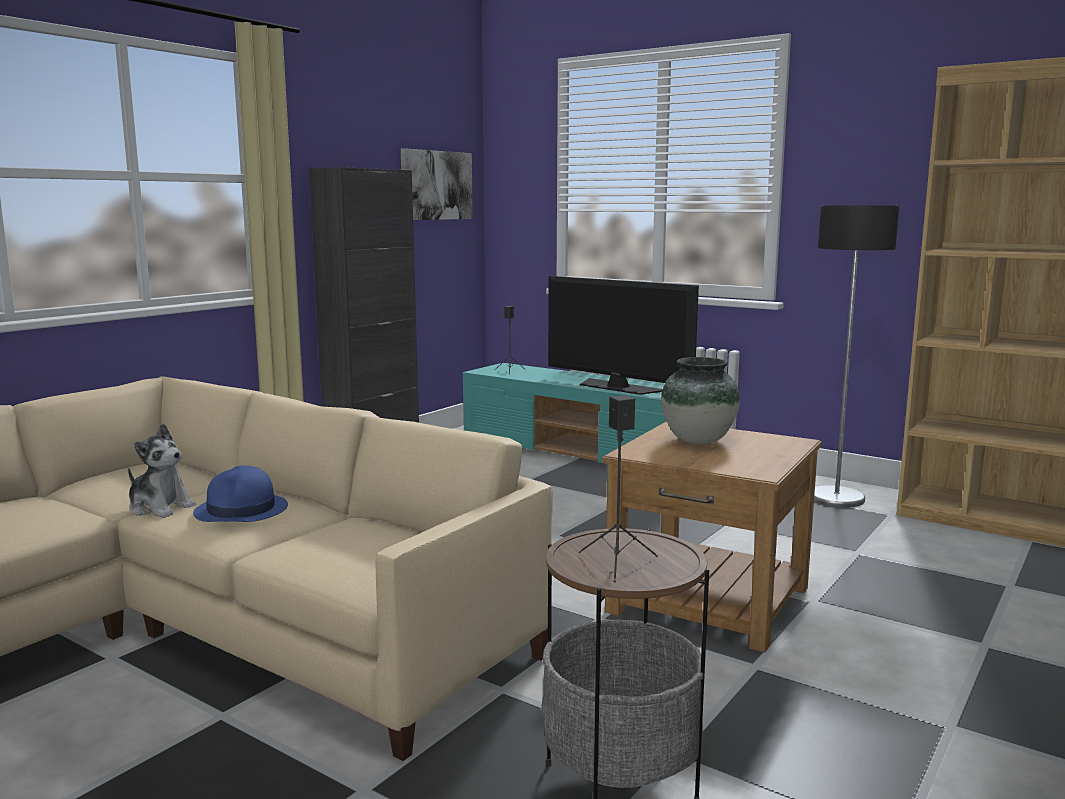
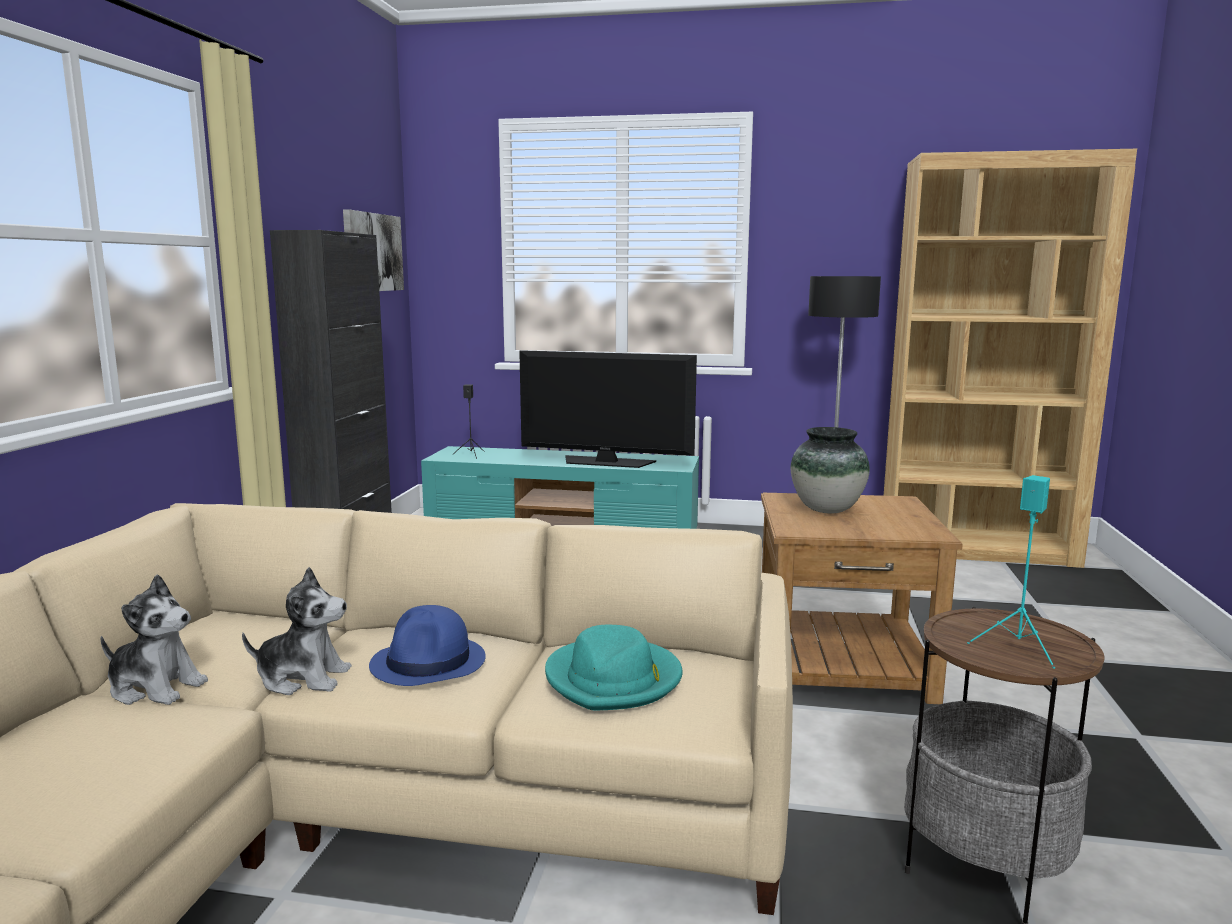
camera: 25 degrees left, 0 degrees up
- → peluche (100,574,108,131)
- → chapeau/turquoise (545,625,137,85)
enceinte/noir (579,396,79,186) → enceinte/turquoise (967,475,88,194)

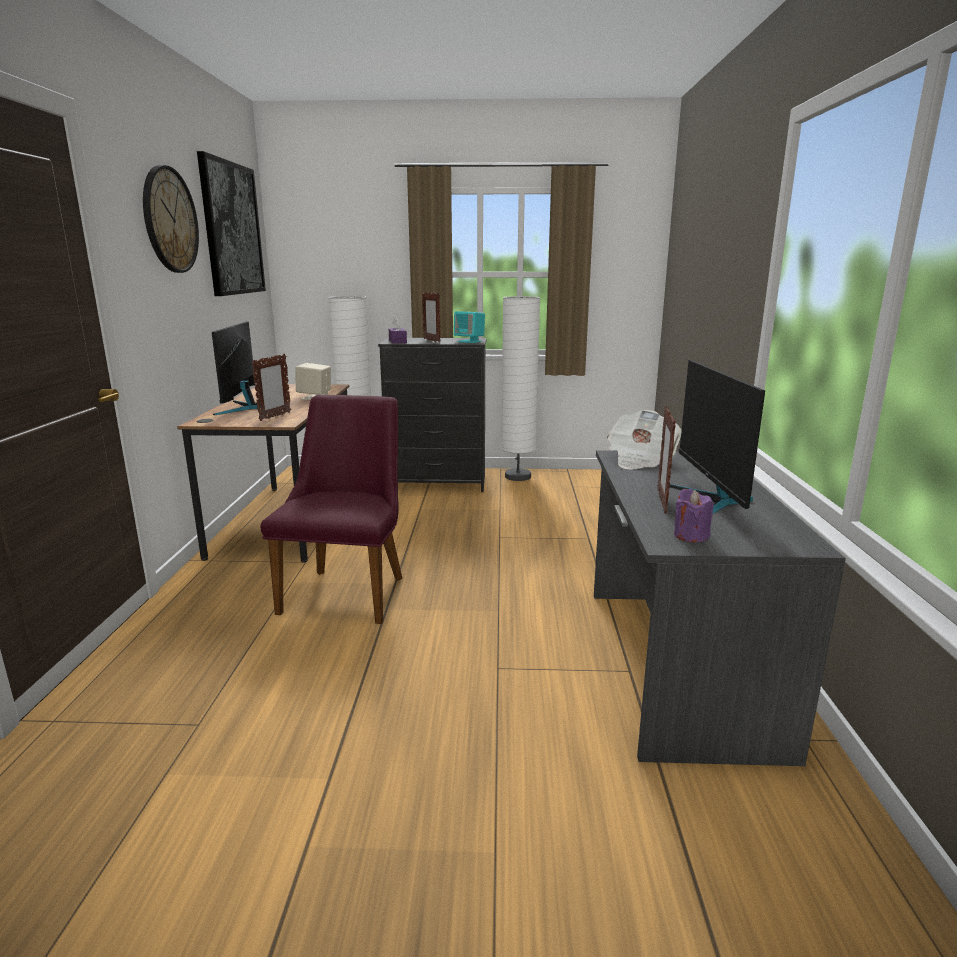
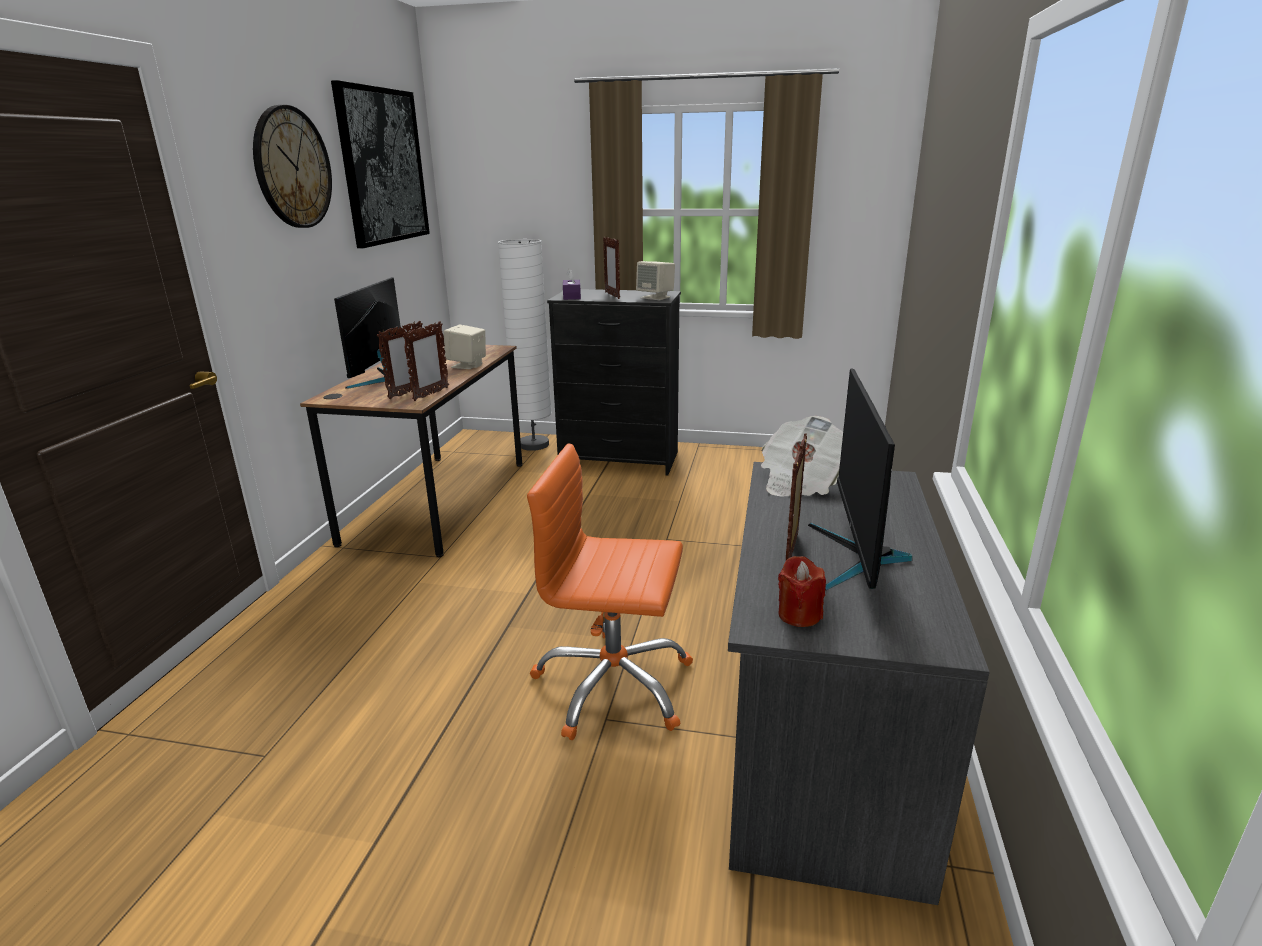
camera: 10 degrees right, 5 degrees up
- → cadre photo (403,321,46,80)
- → chaise de bureau/orange (527,444,166,296)
enceinte/turquoise (454,311,31,32) → enceinte/beige (636,261,39,39)
bougie/violet (674,489,39,54) → bougie/rouge (778,556,48,71)
chaise/violet (260,395,142,229) → -
lampadaire/blanc (501,296,39,185) → -

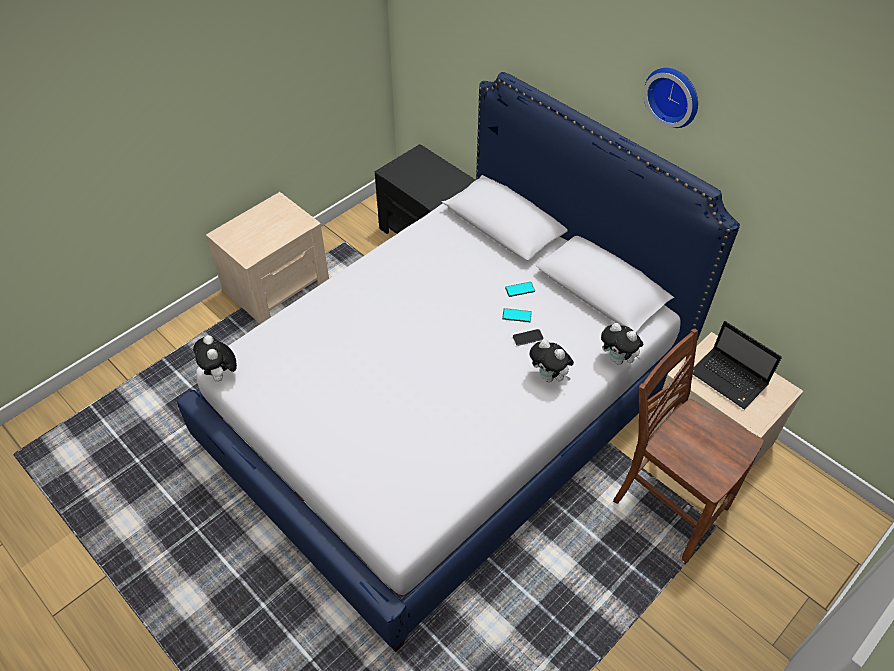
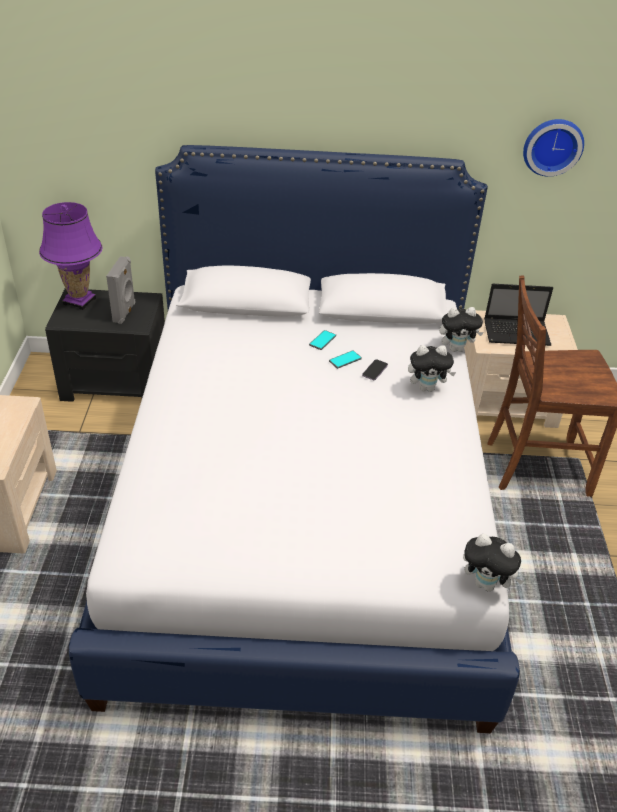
camera: 45 degrees left, 10 degrees down
- → lampe de table/violet (39,202,63,108)
- → enceinte/gris (106,256,30,68)
peluche (193,335,44,47) → peluche (463,534,61,58), shifted
horloge murale (643,68,55,60) → horloge murale (523,119,61,58), shifted

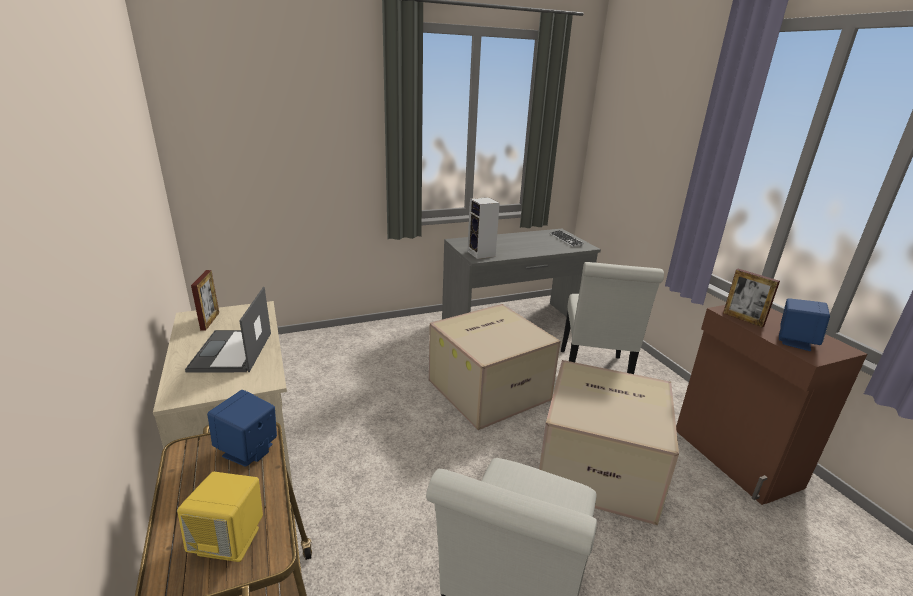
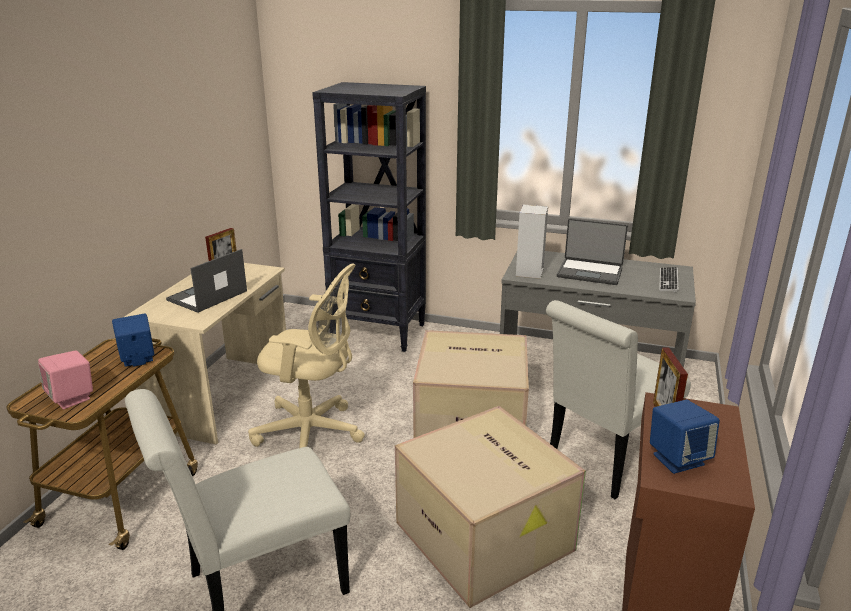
camera: 40 degrees right, 0 degrees up
enceinte/jaune (177,472,86,90) → enceinte/rose (38,350,55,59)
- → chaise de bureau/beige (248,263,117,185)
- → bibliothèque/noir (312,82,114,270)
- → ordinateur portable (557,218,71,67)

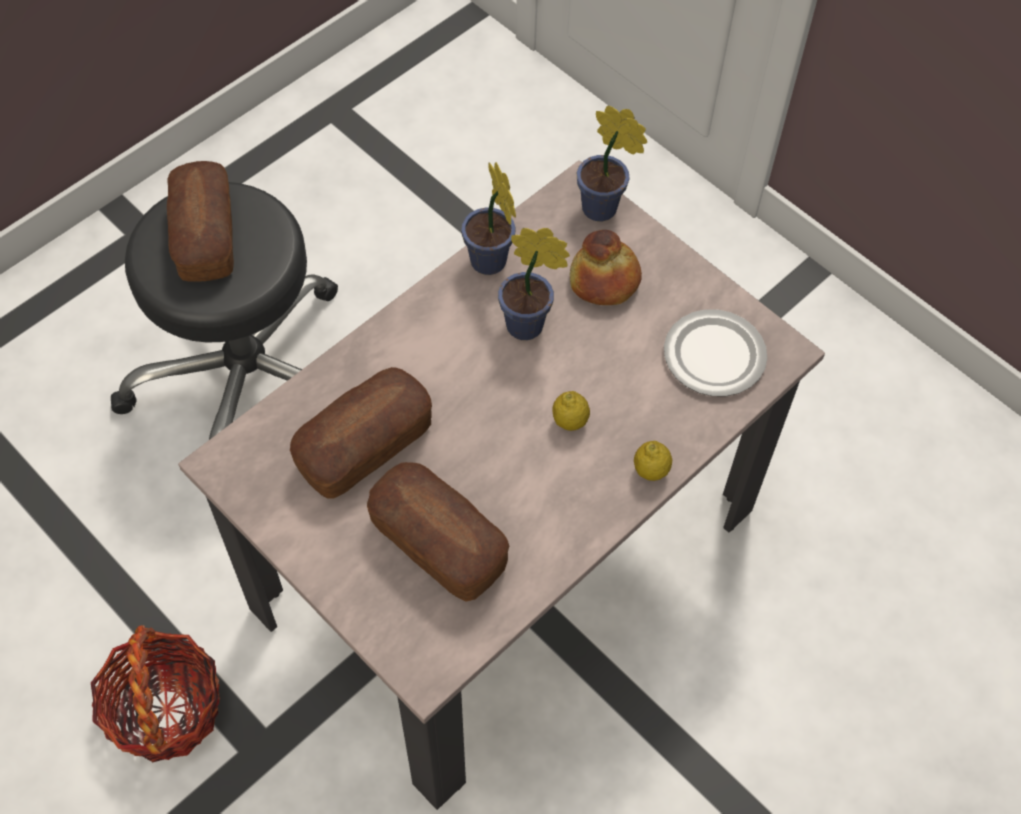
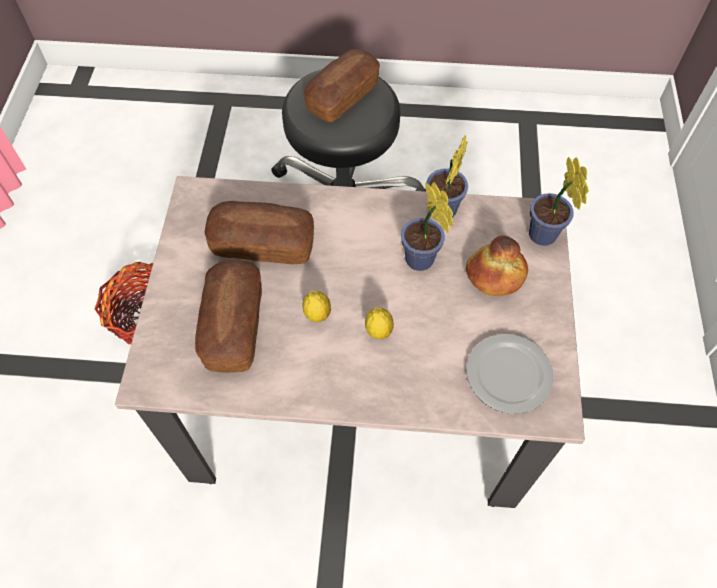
camera: 50 degrees right, 0 degrees up
citron (634,441,38,40) → citron (303,290,28,32), shifted

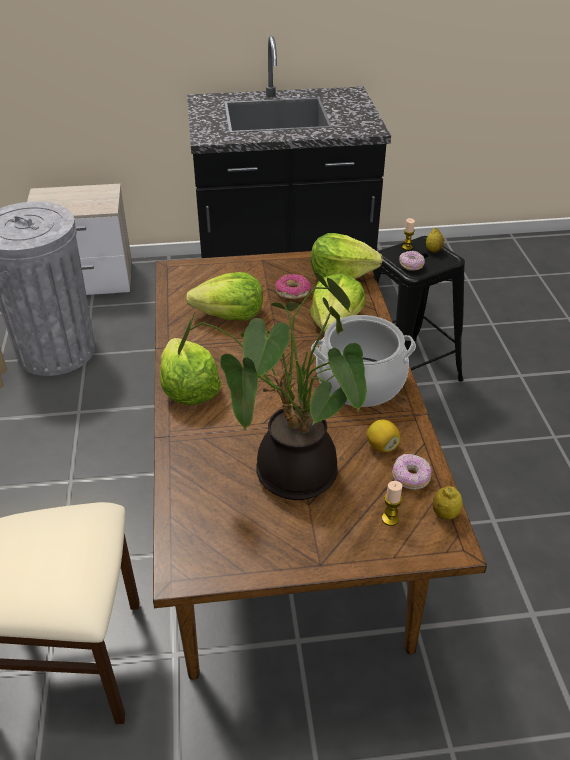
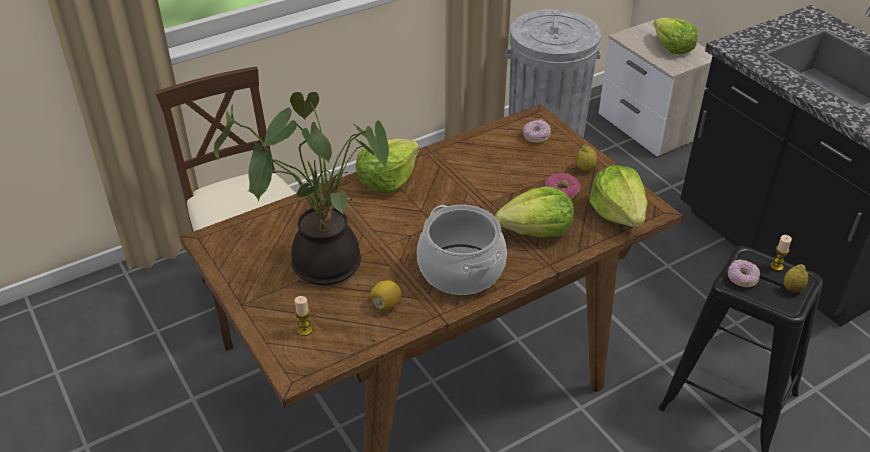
camera: 65 degrees right, 0 degrees up
beignet (392,454,39,36) → beignet (523,120,28,23), shifted
citron (433,486,30,34) → citron (576,144,21,27), shifted
laitue (186,272,77,49) → laitue (653,18,44,36), shifted

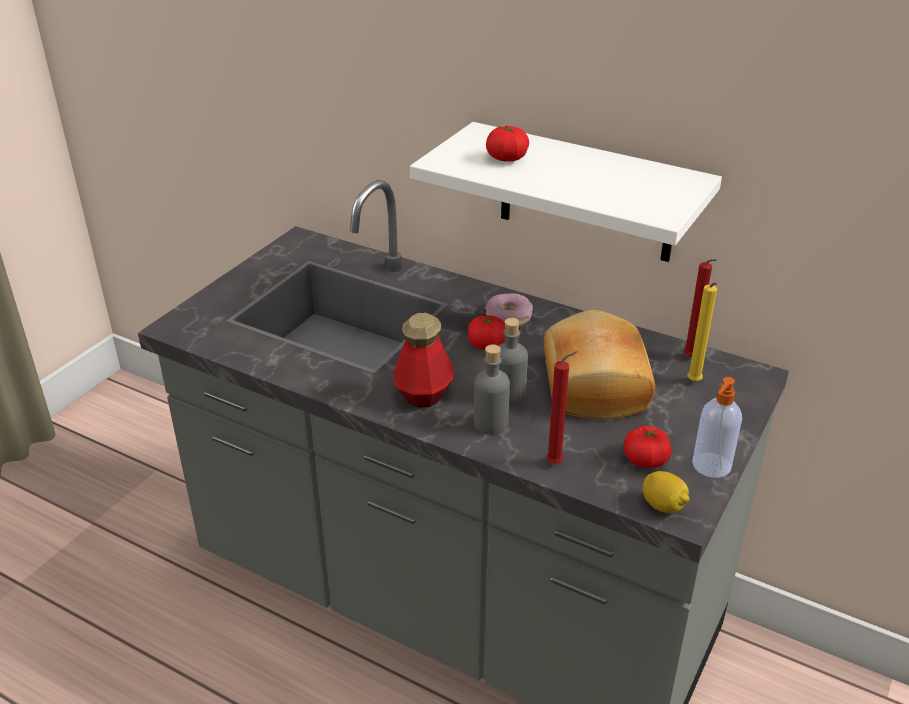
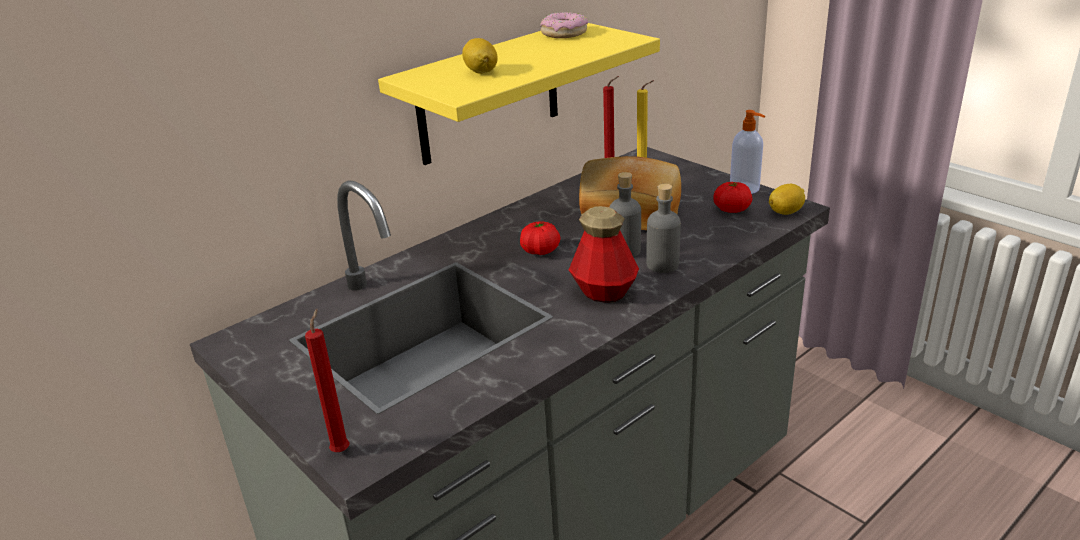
camera: 70 degrees left, 5 degrees down
bougie/rouge (546,351,32,113) → bougie/rouge (305,309,45,143), shifted
étagère/blanc (410,122,312,140) → étagère/jaune (378,23,282,142)
tomate (486,126,43,36) → citron (462,38,36,36)
beignet (485,293,48,33) → beignet (540,12,48,26), shifted

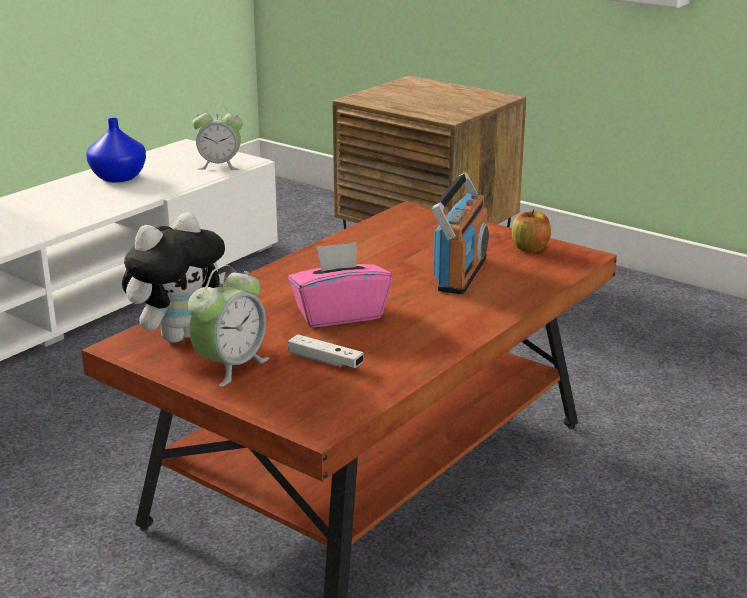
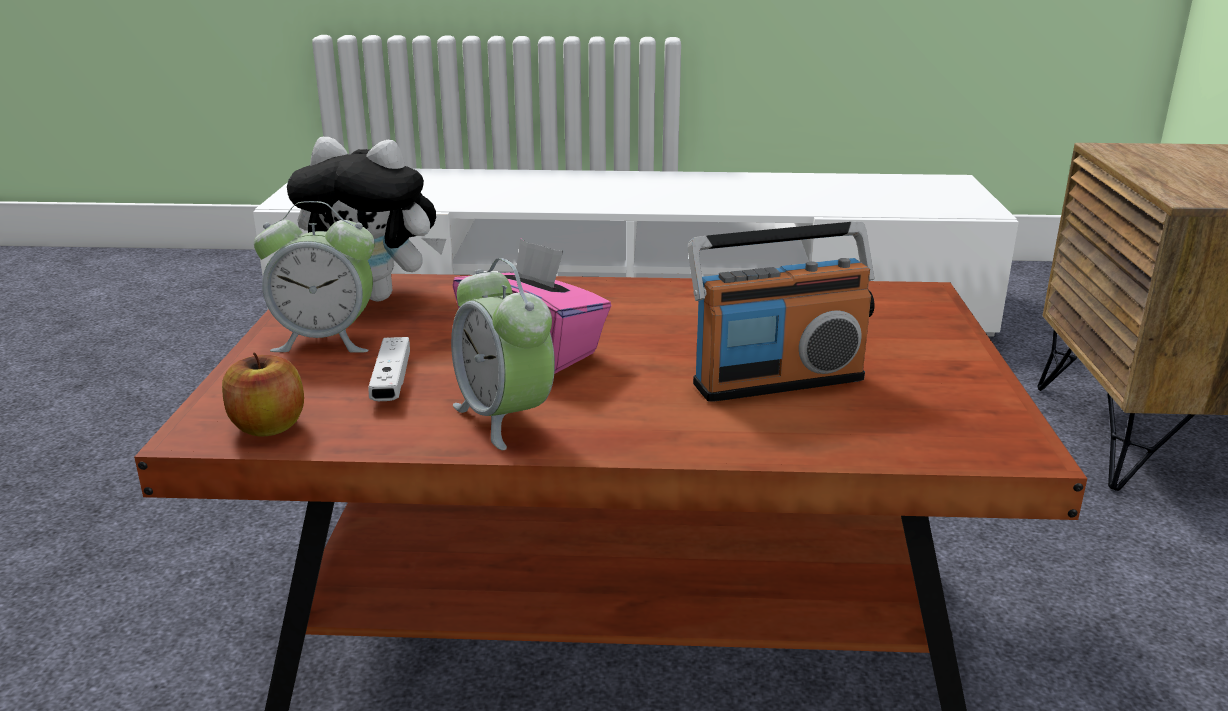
camera: 55 degrees right, 0 degrees up
pomme (512,209,39,43) → pomme (222,352,82,84), shifted
réveil (193,105,50,65) → réveil (451,258,104,192), shifted
vase/bleu (86,118,60,64) → -

